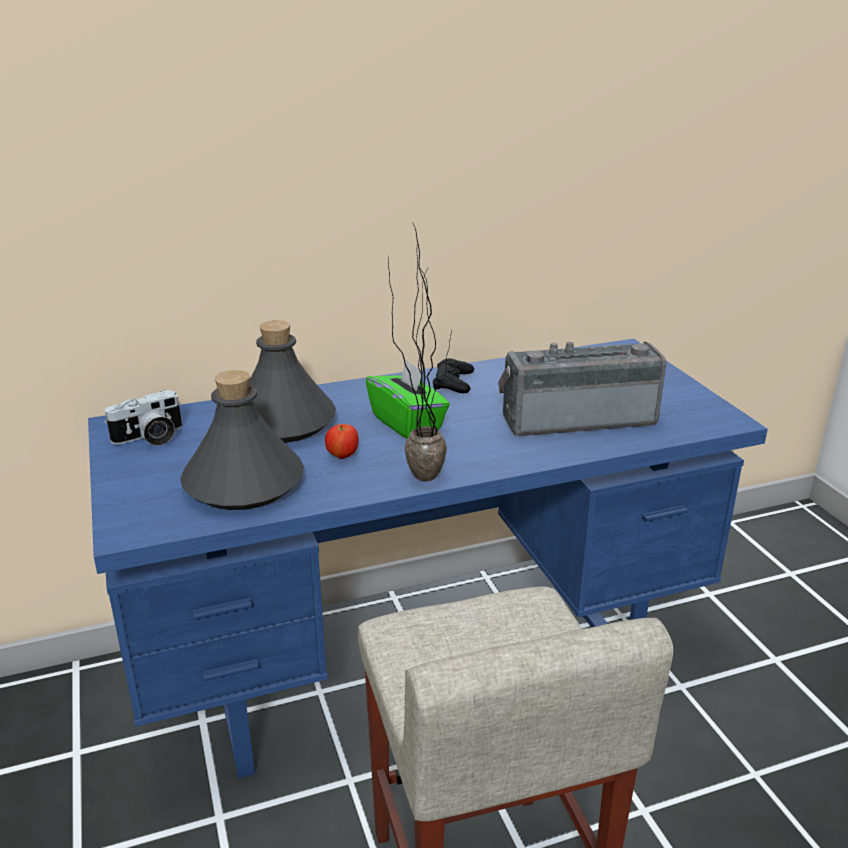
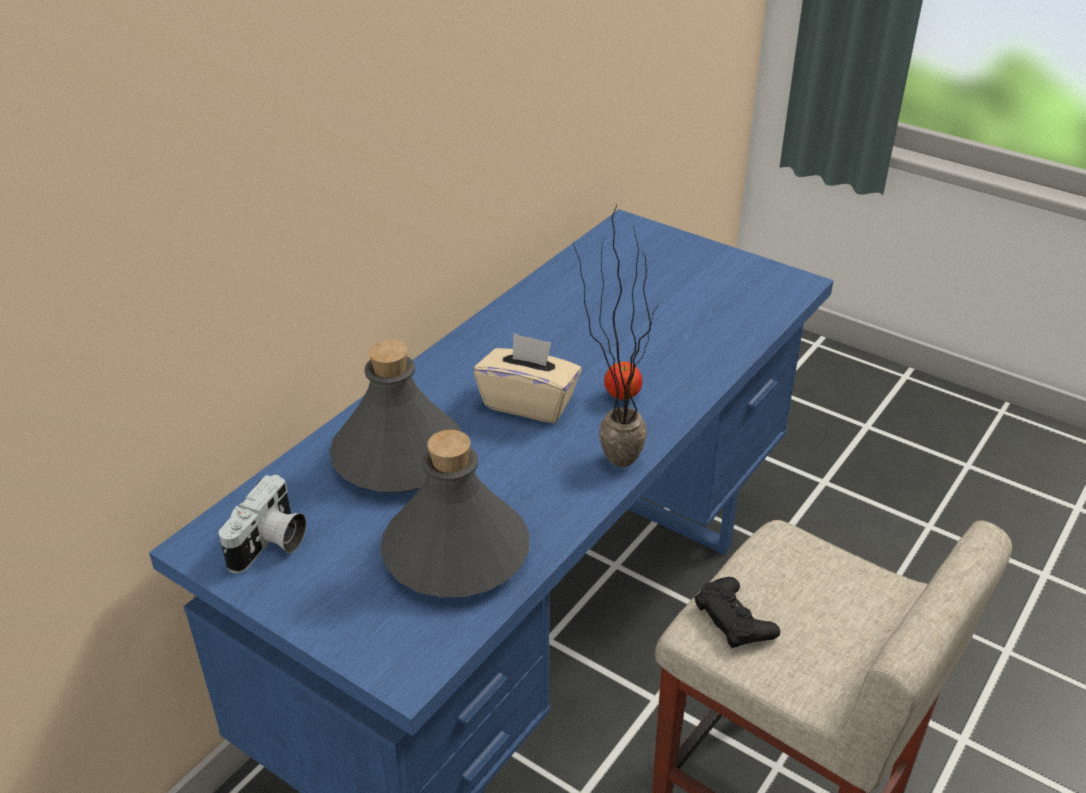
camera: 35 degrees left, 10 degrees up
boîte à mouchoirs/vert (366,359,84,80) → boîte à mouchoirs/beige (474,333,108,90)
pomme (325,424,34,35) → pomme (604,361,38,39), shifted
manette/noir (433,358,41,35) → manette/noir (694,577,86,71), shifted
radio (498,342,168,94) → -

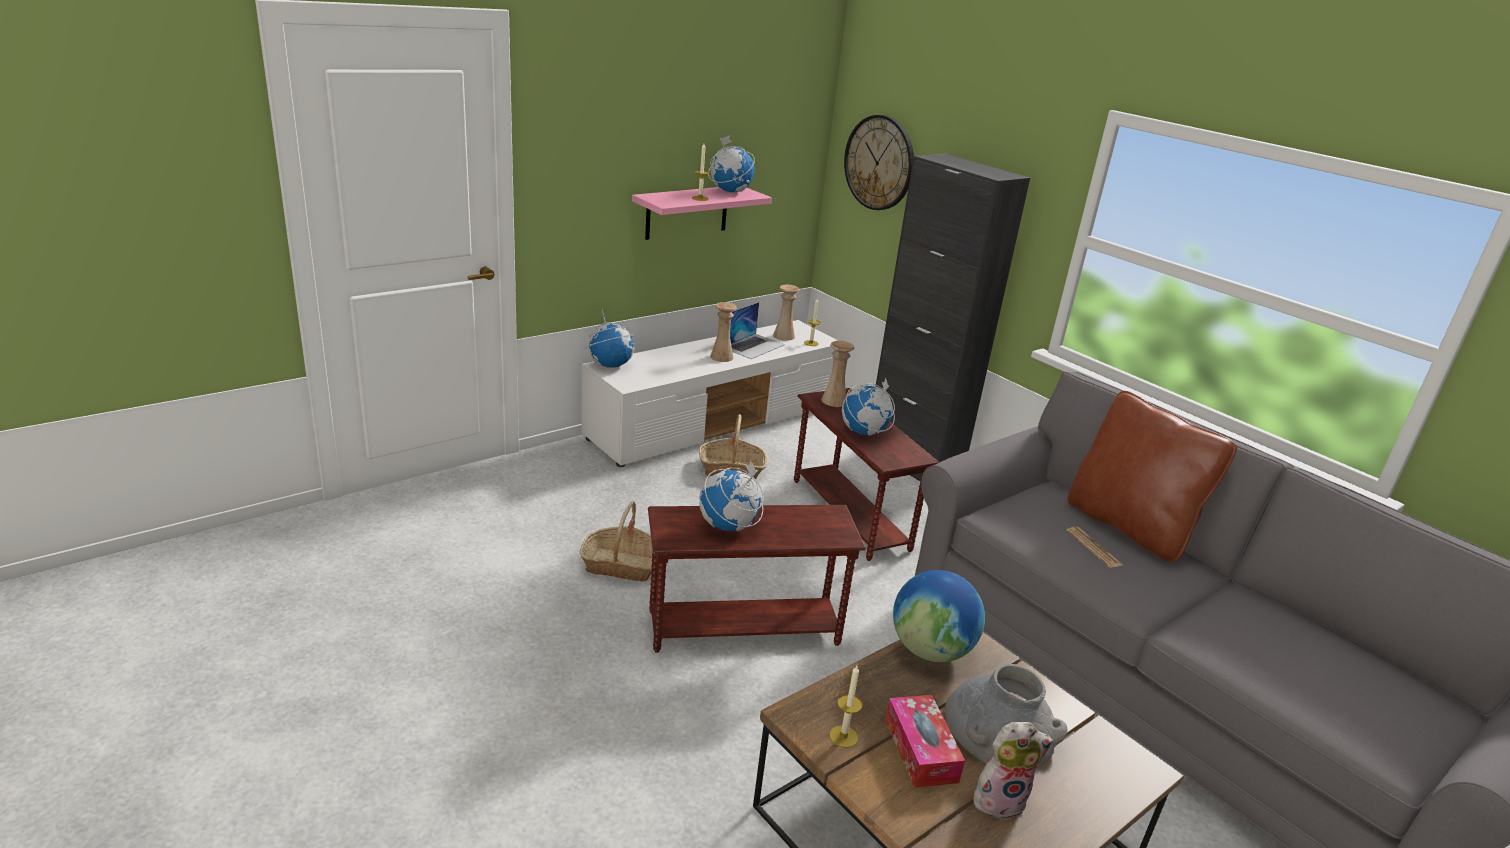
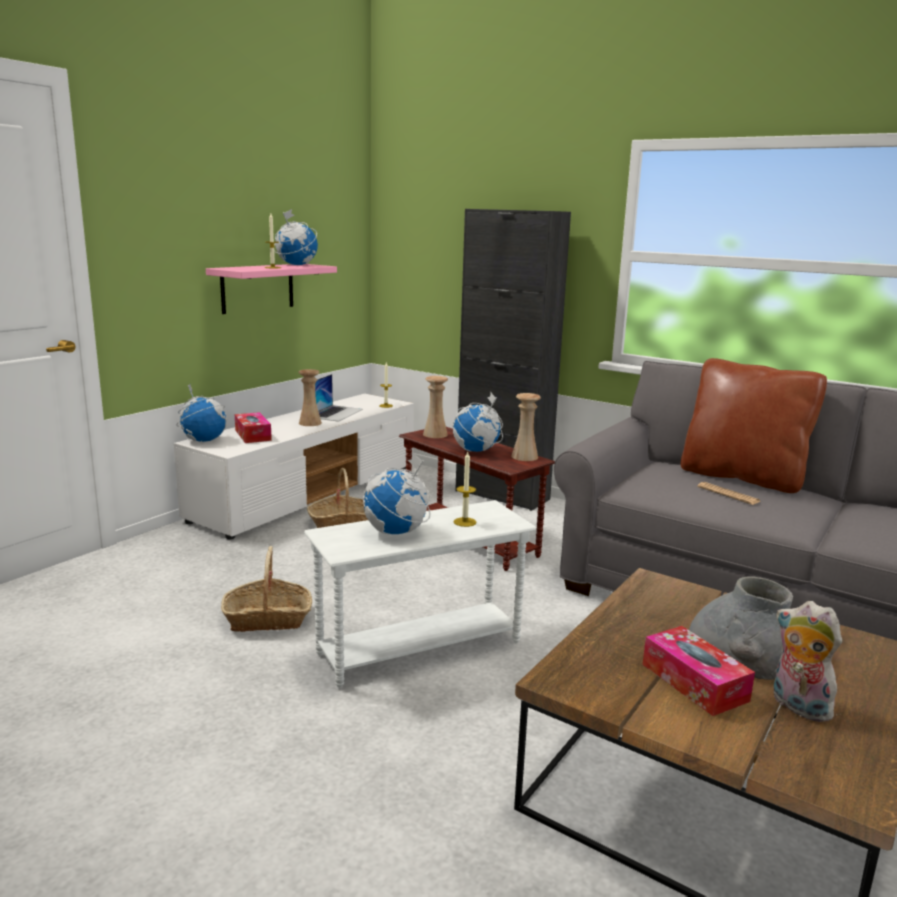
camera: 15 degrees left, 10 degrees down
- → boîte à mouchoirs (235,412,37,31)
table d'appoint/marron (648,505,218,148) → table d'appoint/blanc (304,500,233,188)
bougie (830,666,32,82) → bougie (454,452,23,75), shifted
vase/beige (773,285,27,56) → vase/beige (511,393,30,68), shifted
peluche (973,722,80,98) → peluche (774,601,68,121), 105 degrees counterclockwise
horloge murale (844,115,70,95) → -
globe (893,570,92,92) → -

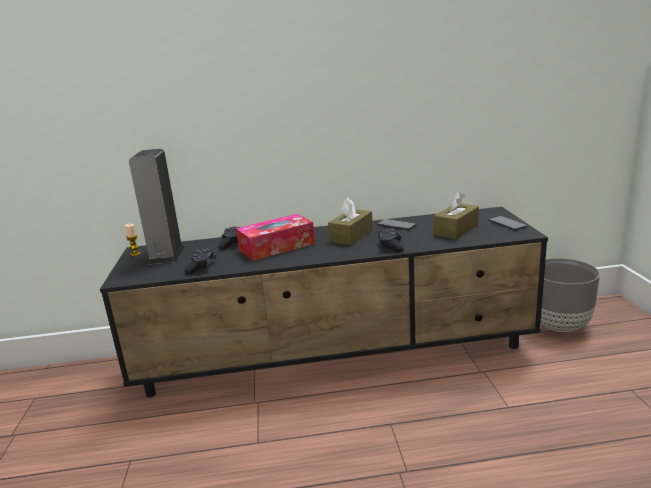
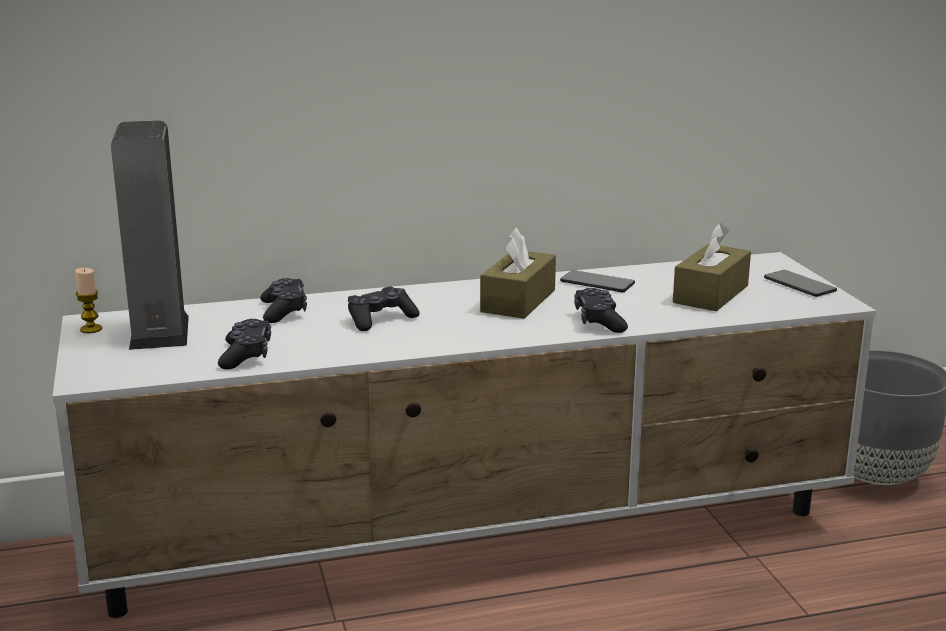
camera: 10 degrees left, 0 degrees up
meuble télé/noir (100,207,448,190) → meuble télé/blanc (52,252,824,366)
boîte à mouchoirs (236,214,79,47) → manette/noir (348,287,72,44)

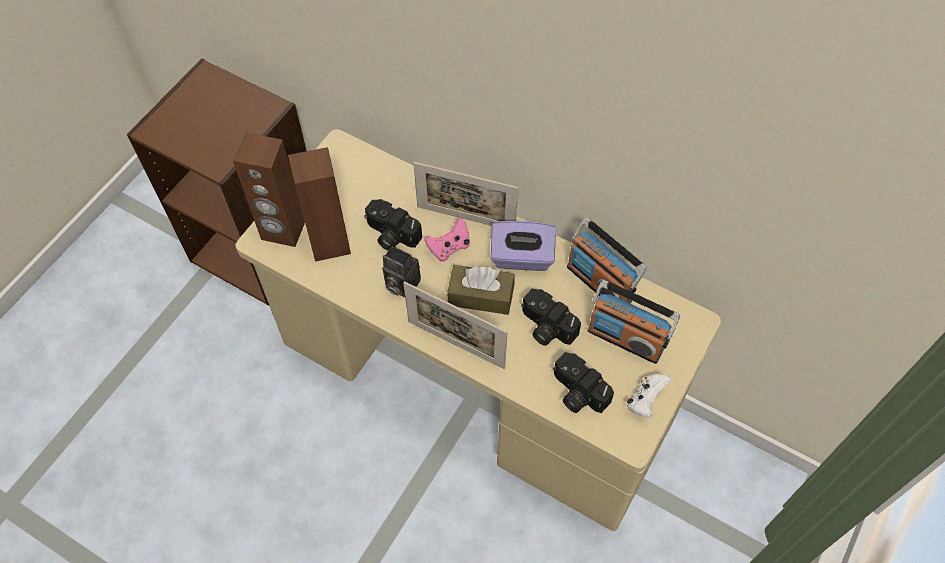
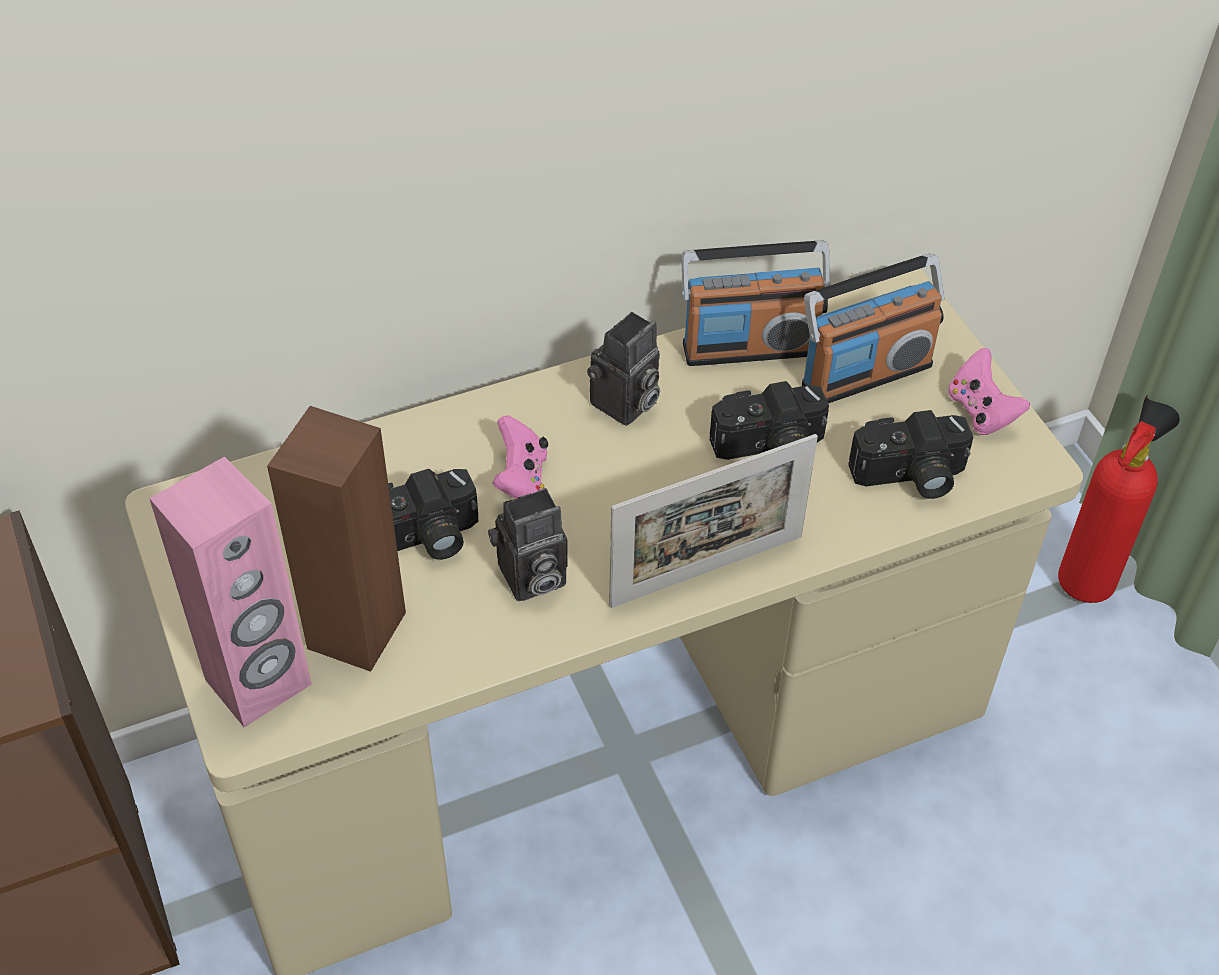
camera: 55 degrees left, 10 degrees down
enceinte/marron (233,132,72,115) → enceinte/rose (149,456,163,271)
boîte à mouchoirs/violet (491,221,65,50) → appareil photo (587,312,73,114)
manette/blanc (627,374,45,44) → manette/rose (948,348,82,87)
- → extincteur (1058,395,122,208)
cadre photo (413,162,105,64) → -
boîte à mouchoirs/marron (447,265,68,50) → -

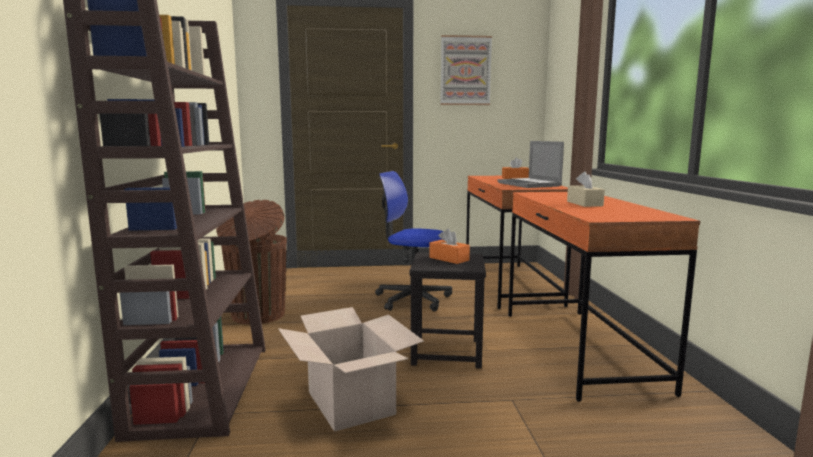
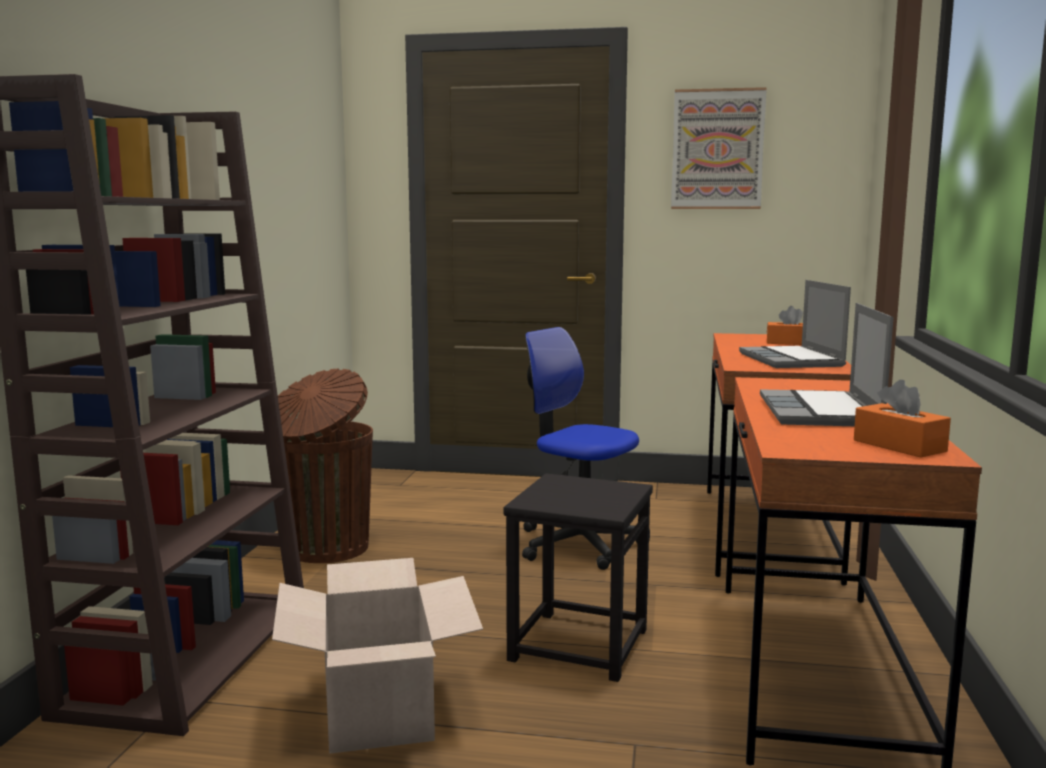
camera: 15 degrees right, 0 degrees up
boîte à mouchoirs/beige (567,171,38,36) → ordinateur portable (760,303,133,123)
boîte à mouchoirs/orange (429,229,41,35) → boîte à mouchoirs/orange (854,380,97,78), shifted

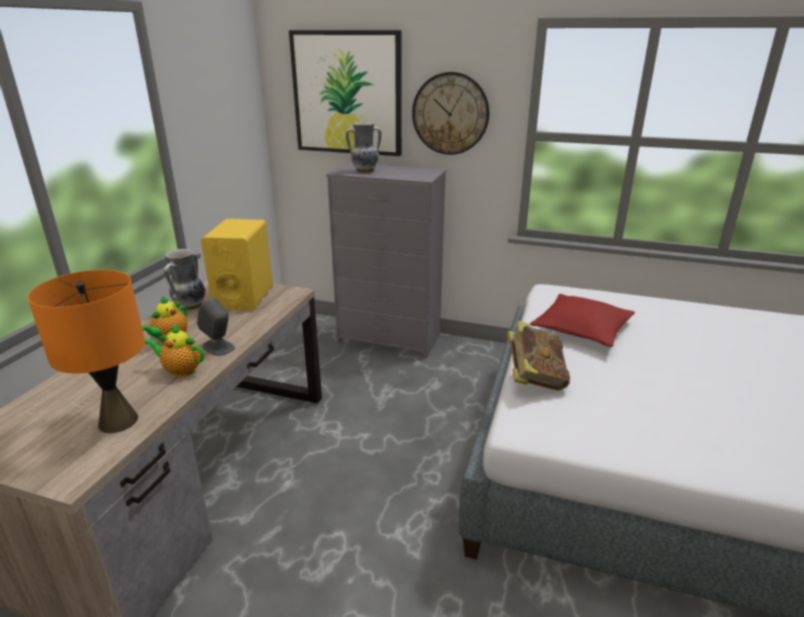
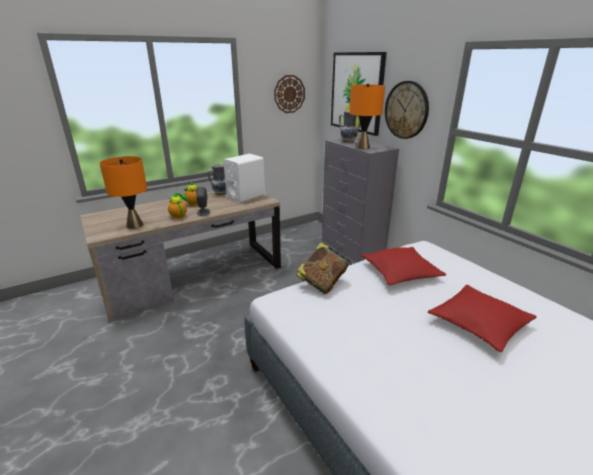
camera: 40 degrees right, 0 degrees up
enceinte/jaune (201,219,72,92) → enceinte/blanc (223,154,42,49)
- → horloge murale (274,75,31,38)
- → lampe de table/orange (349,83,36,66)
- → coussin/rouge (428,285,109,67)

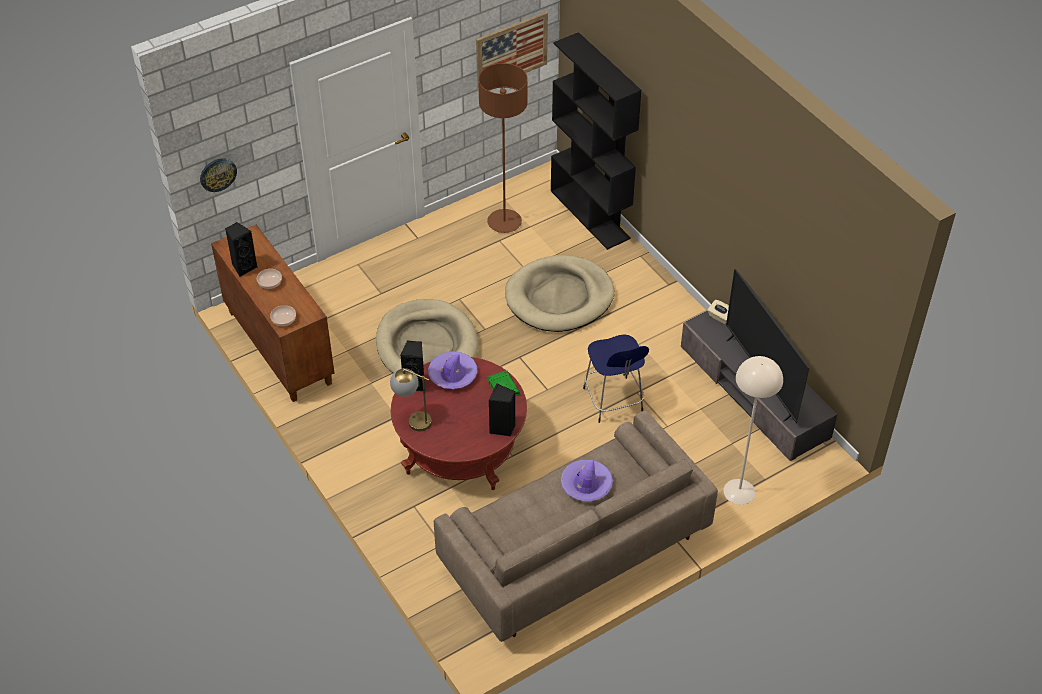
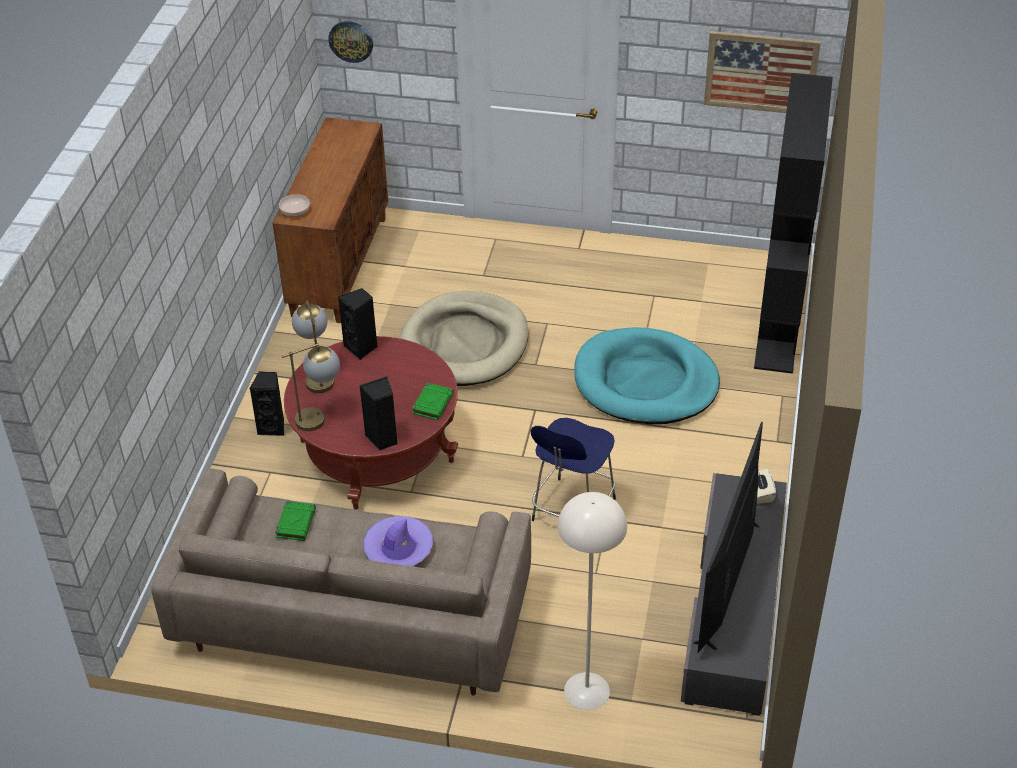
camera: 45 degrees right, 5 degrees down
enceinte/noir (225,222,32,55) → enceinte/noir (250,371,34,65), shifted
- → livre/vert (275,501,41,40)
- → lampe de table (282,343,58,88)
panier pour chien/beige (505,255,109,77) → panier pour chien/turquoise (574,327,146,97)
bol (257,269,25,20) → -
chapeau/violet (428,352,50,37) → -
lampadaire/marron (478,63,50,170) → -

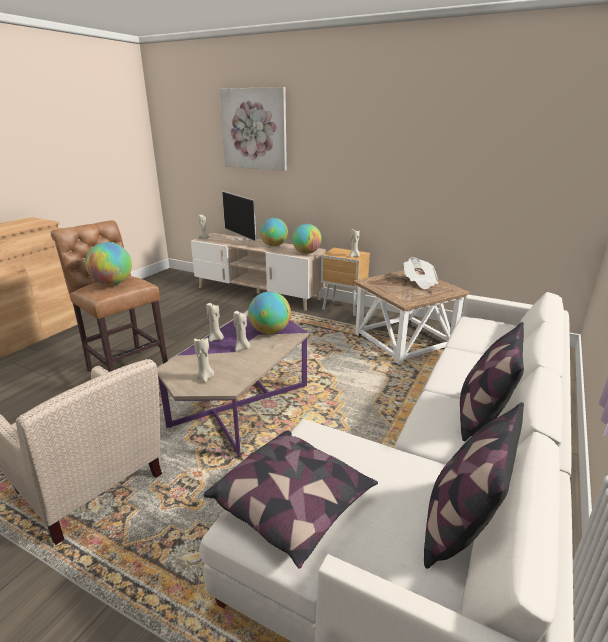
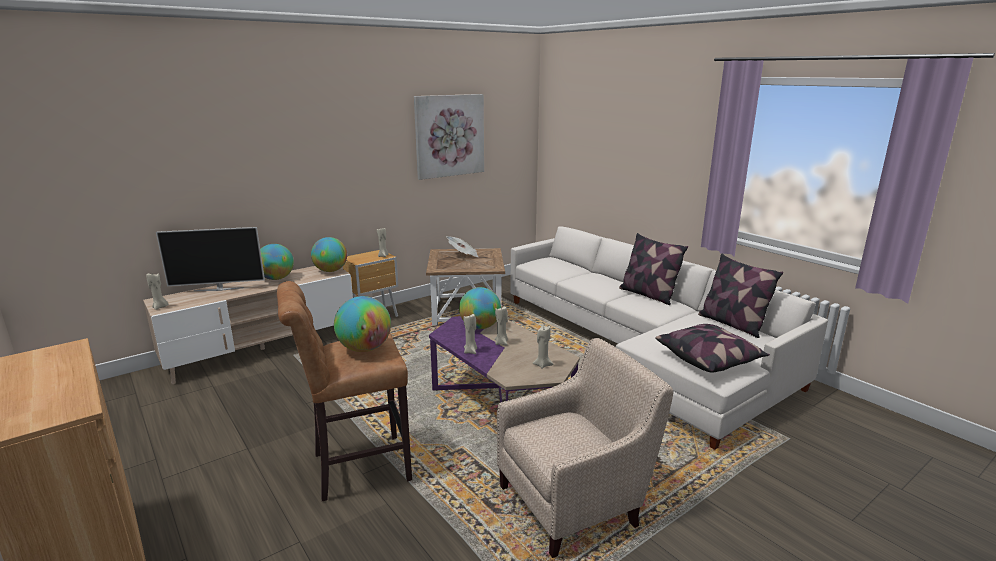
camera: 65 degrees left, 5 degrees down
tableau (219,87,68,84) → tableau (414,94,70,86), shifted

